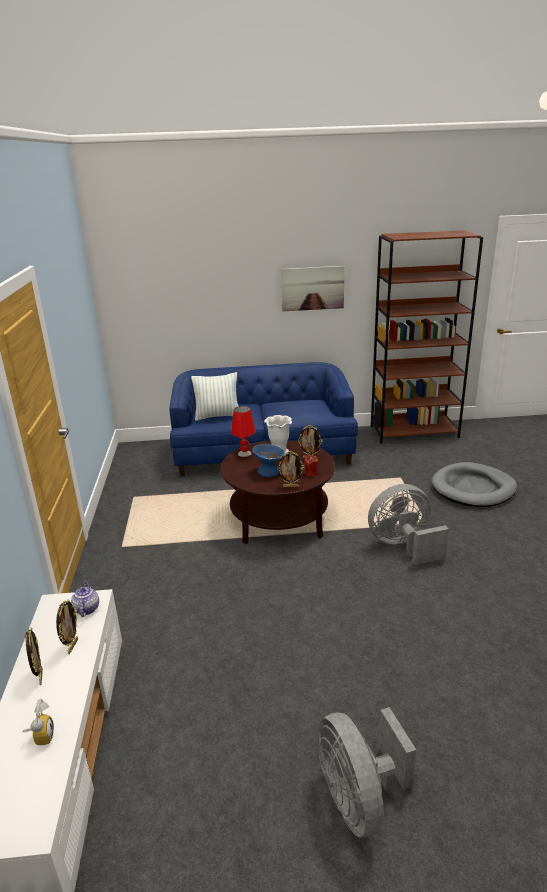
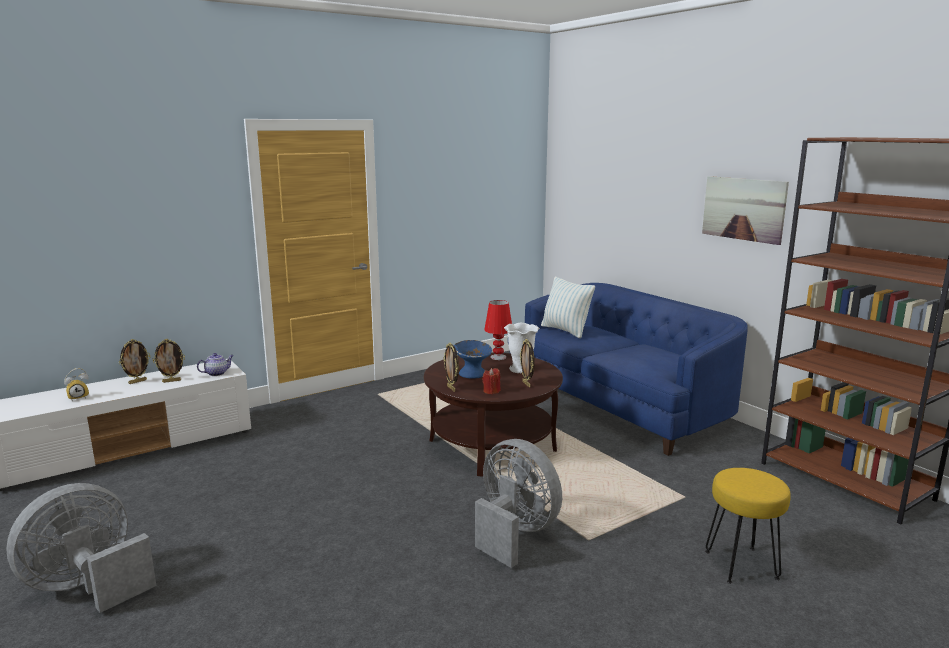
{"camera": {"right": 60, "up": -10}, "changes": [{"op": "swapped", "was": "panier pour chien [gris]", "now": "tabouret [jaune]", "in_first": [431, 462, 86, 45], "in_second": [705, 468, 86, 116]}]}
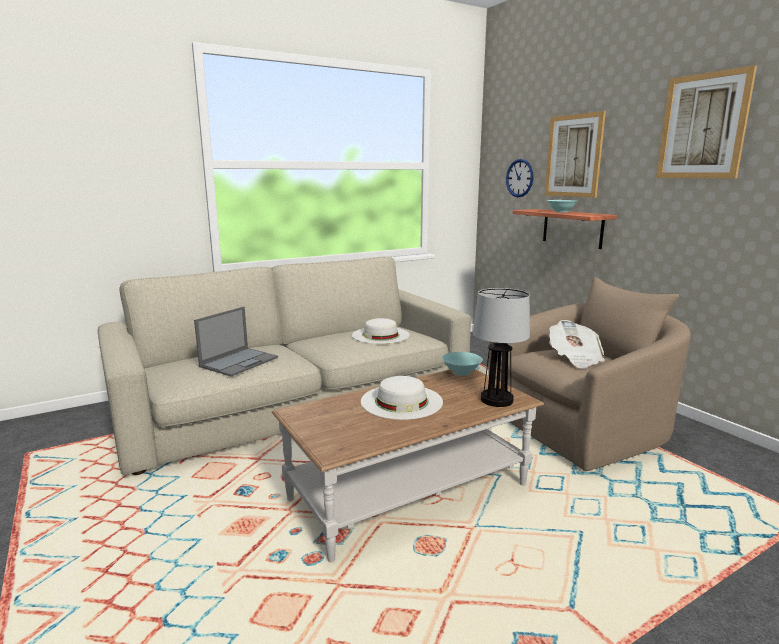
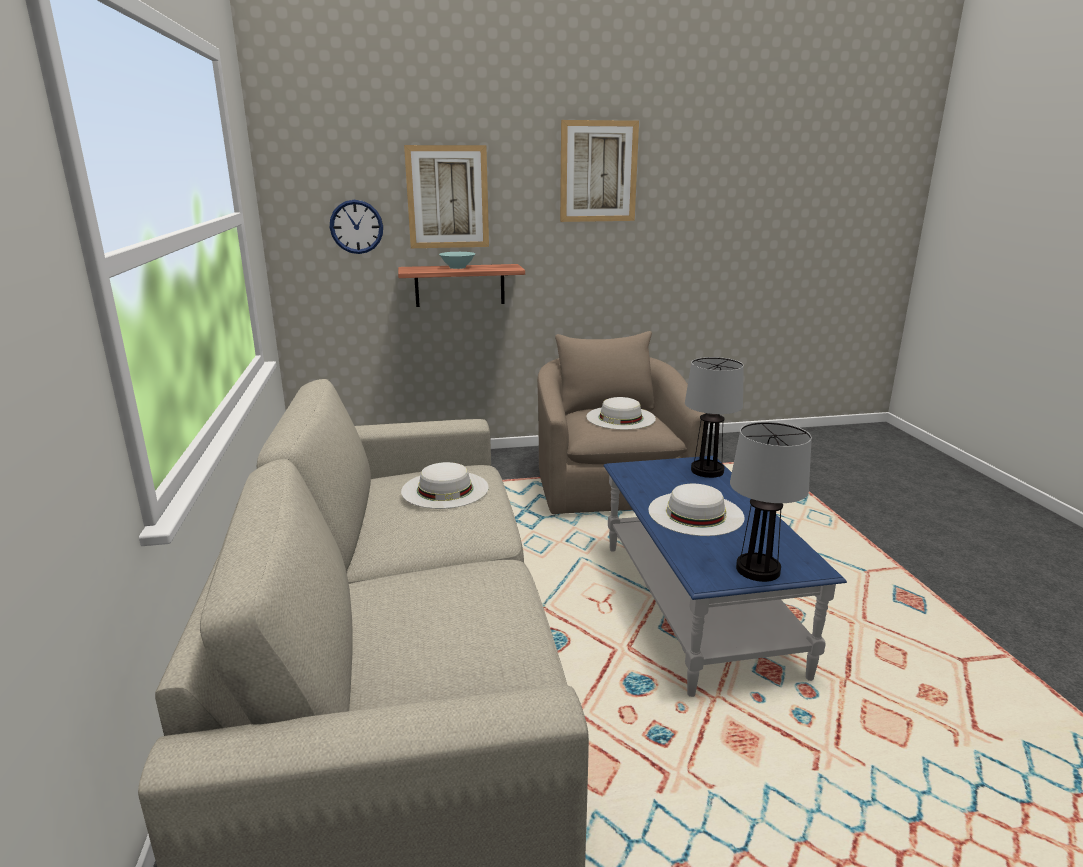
{"camera": {"right": -70, "up": 5}, "changes": [{"op": "gone", "was": "ordinateur portable", "in_first": [194, 307, 84, 70]}, {"op": "gone", "was": "bol [turquoise]", "in_first": [442, 352, 41, 24]}, {"op": "new", "now": "lampe de table", "in_second": [730, 422, 82, 160]}, {"op": "swapped", "was": "journal", "now": "chapeau [blanc]", "in_first": [549, 320, 56, 49], "in_second": [586, 397, 70, 33]}, {"op": "repainted", "was": "table basse [marron]", "now": "table basse [bleu]", "in_first": [272, 369, 272, 193], "in_second": [604, 456, 243, 241]}]}
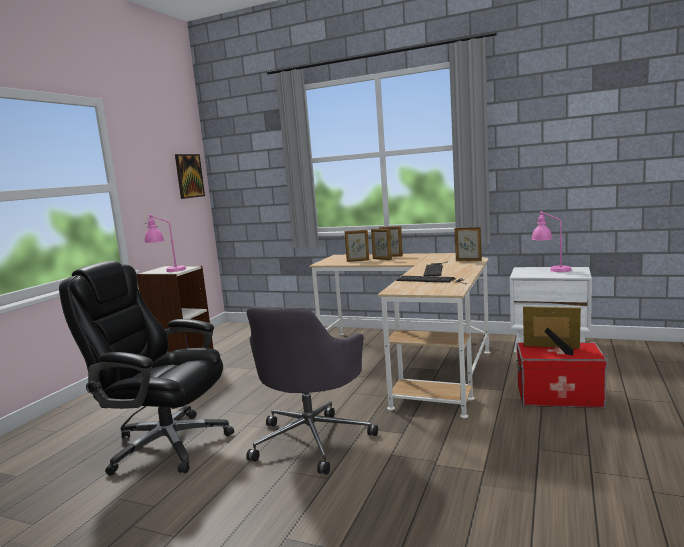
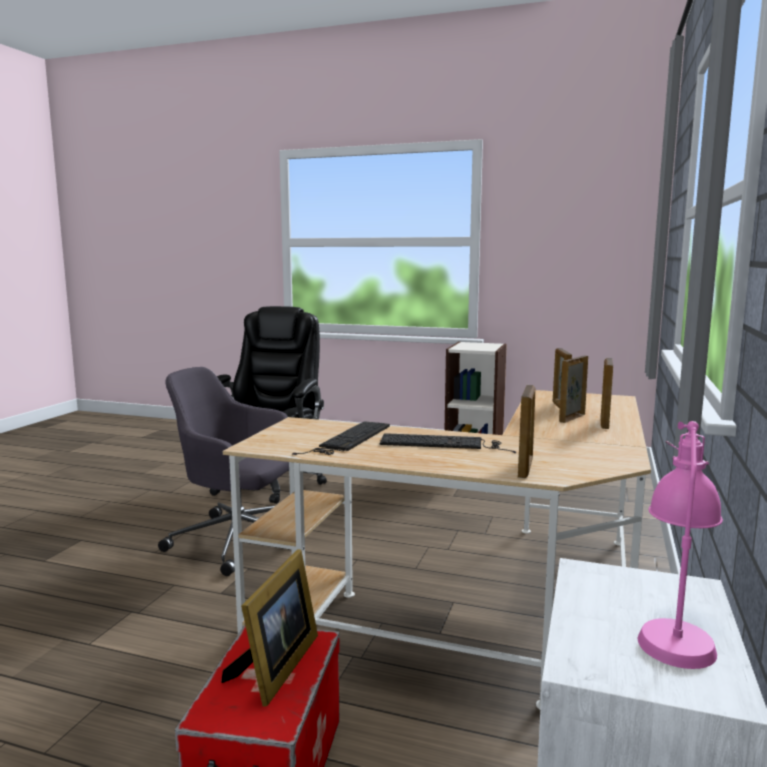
{"camera": {"right": 85, "up": 0}, "changes": [{"op": "gone", "was": "lampe de table [rose]", "in_first": [144, 214, 42, 58]}, {"op": "gone", "was": "tableau", "in_first": [175, 154, 30, 45]}]}
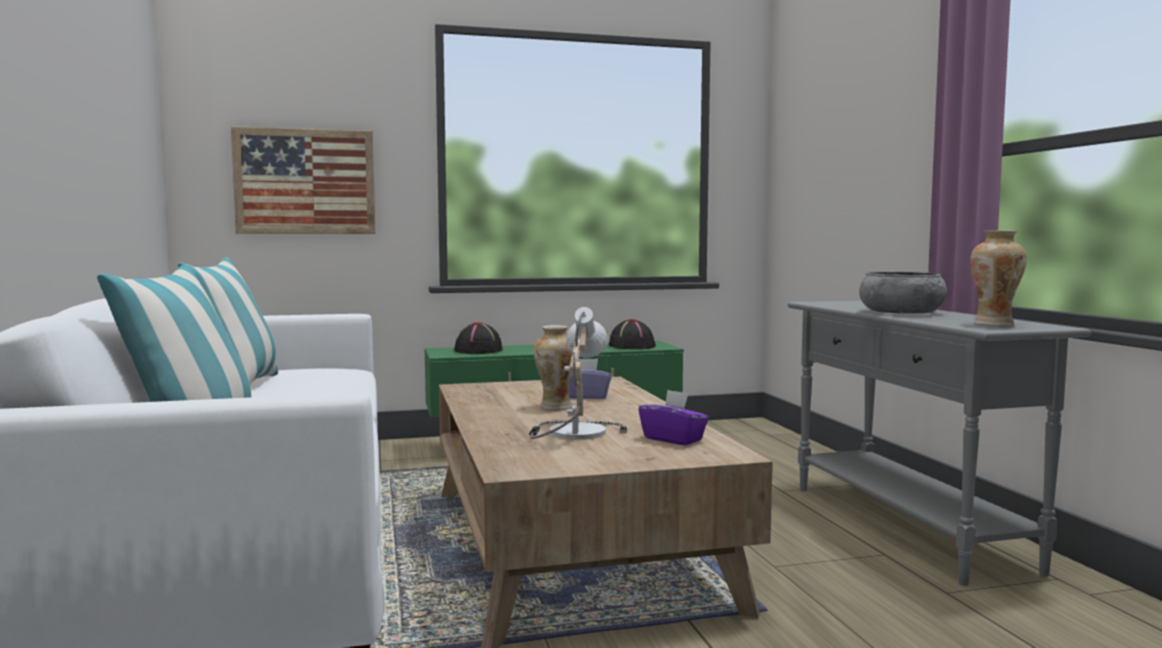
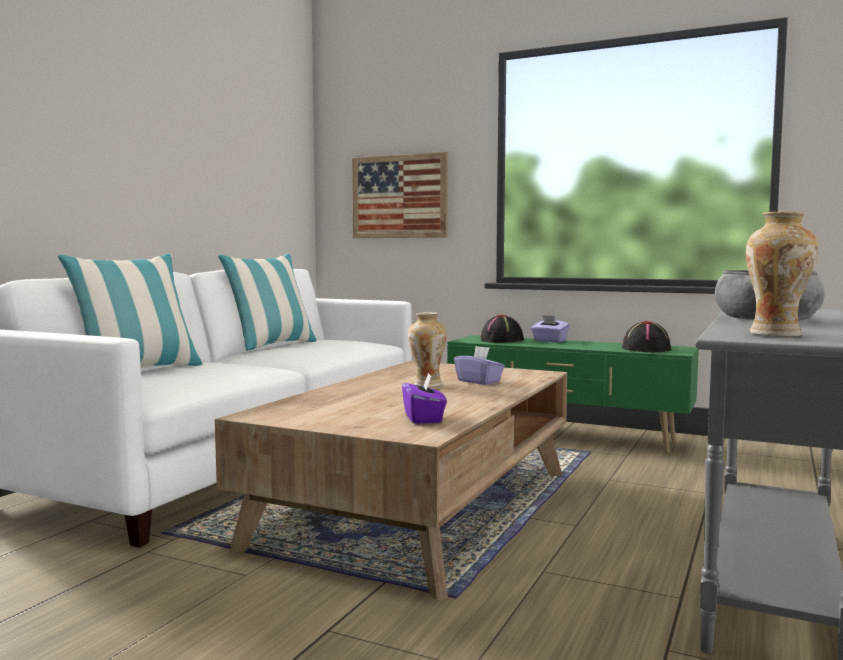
{"camera": {"right": 40, "up": 0}, "changes": [{"op": "gone", "was": "lampe de table", "in_first": [529, 307, 98, 133]}, {"op": "new", "now": "boîte à mouchoirs [violet]", "in_second": [531, 315, 39, 27]}]}
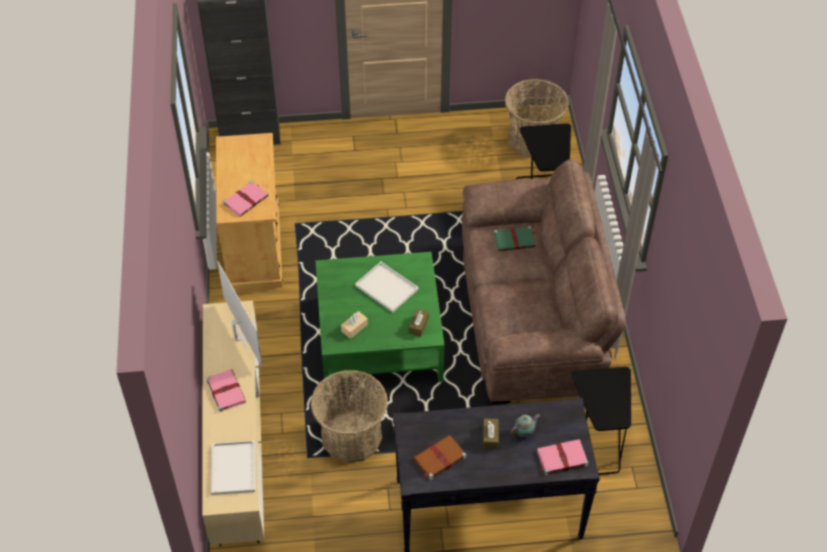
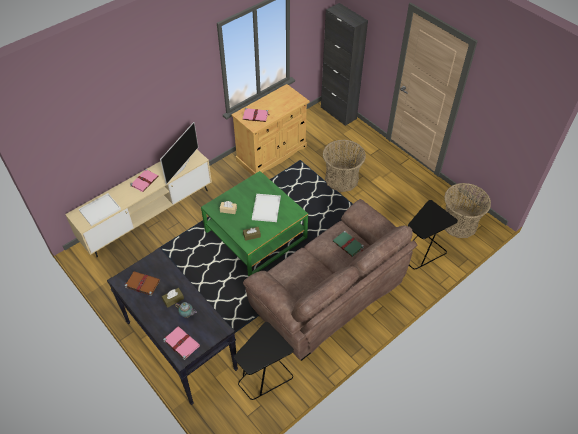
{"camera": {"right": 55, "up": 0}, "changes": [{"op": "shifted", "was": "panier", "in_first": [311, 370, 77, 93], "in_second": [323, 140, 43, 52]}]}
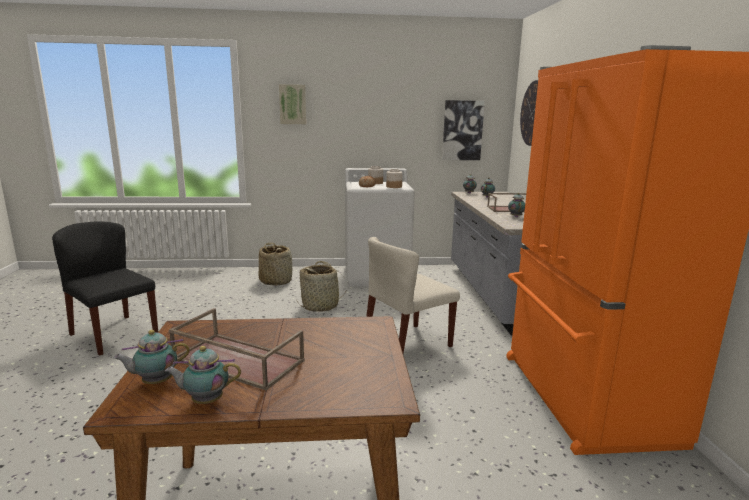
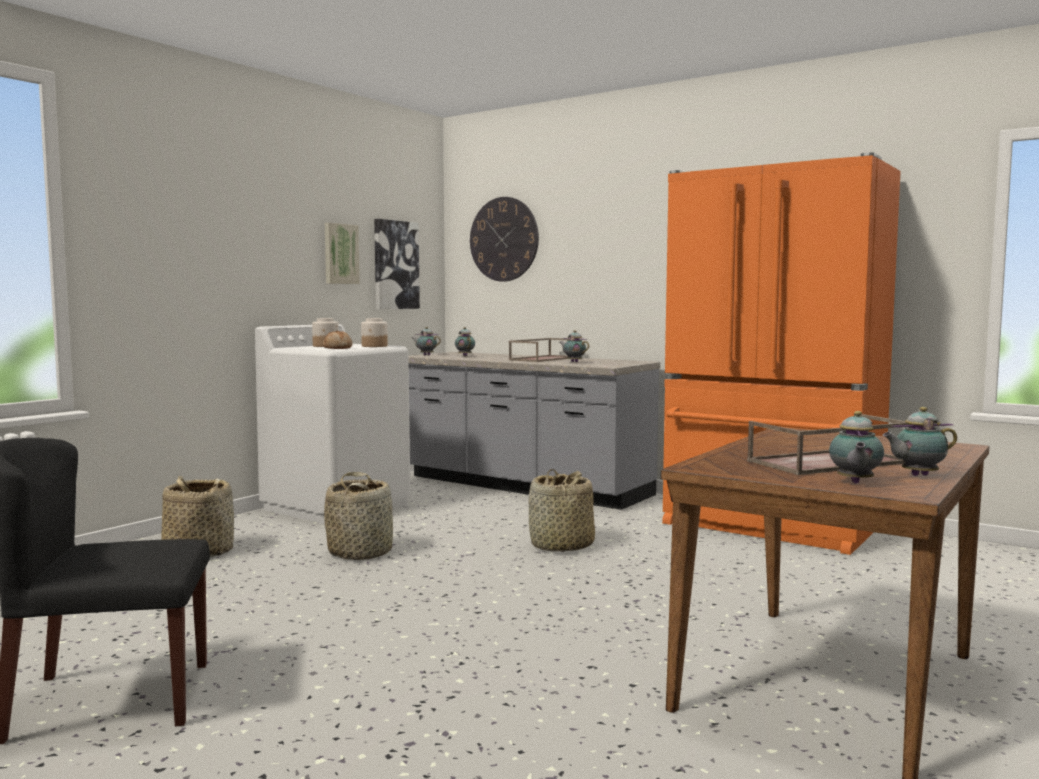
{"camera": {"right": -50, "up": -10}, "changes": [{"op": "shifted", "was": "tableau", "in_first": [279, 84, 27, 40], "in_second": [325, 223, 35, 61]}, {"op": "swapped", "was": "chaise [beige]", "now": "panier", "in_first": [366, 237, 94, 116], "in_second": [529, 469, 66, 83]}, {"op": "rotated", "was": "théière", "in_first": [165, 346, 76, 58], "in_second": [883, 407, 74, 69], "clockwise": 45}]}
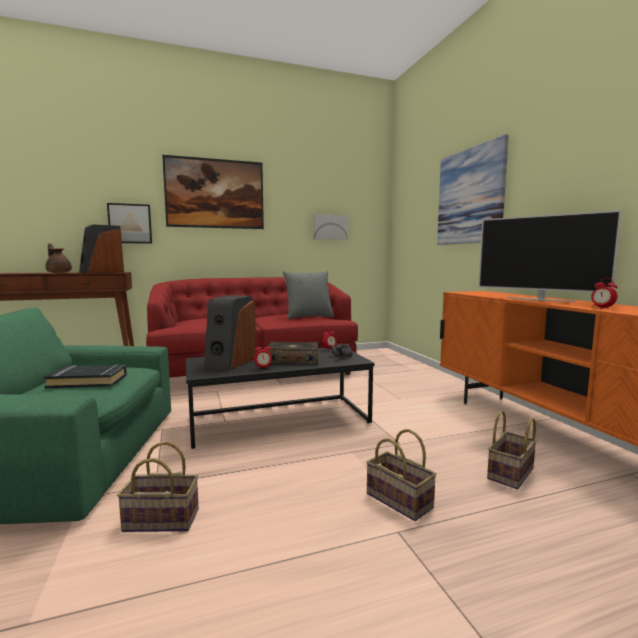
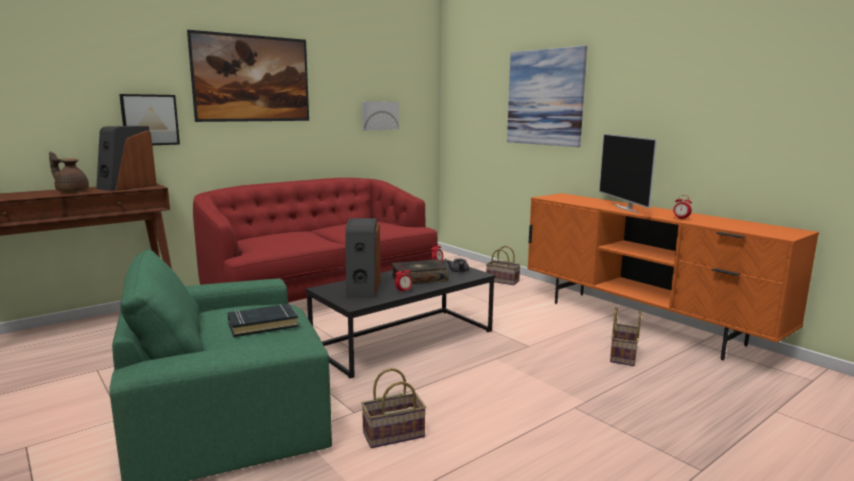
{"camera": {"right": -20, "up": 5}, "changes": [{"op": "gone", "was": "coussin [gris]", "in_first": [283, 271, 51, 48]}, {"op": "shifted", "was": "panier", "in_first": [366, 429, 71, 92], "in_second": [486, 246, 35, 39]}, {"op": "rotated", "was": "téléviseur", "in_first": [478, 210, 144, 92], "in_second": [599, 134, 58, 79], "clockwise": 60}]}
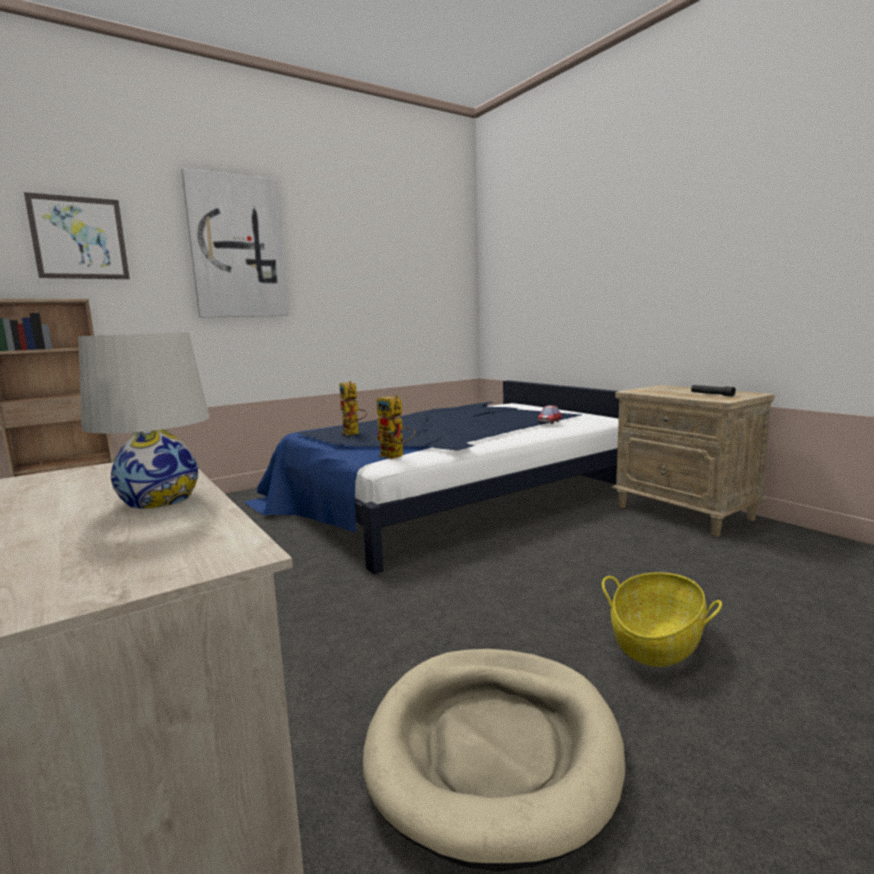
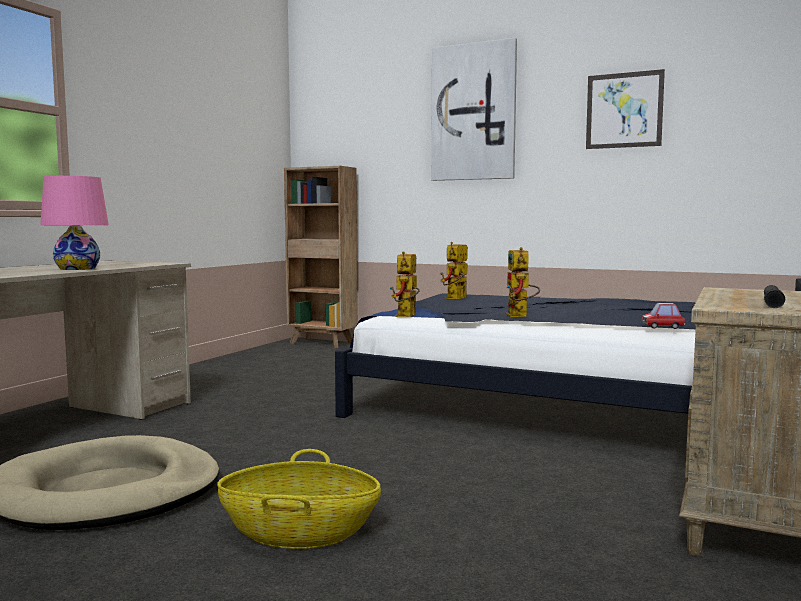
{"camera": {"right": 60, "up": -5}, "changes": [{"op": "new", "now": "robot jouet", "in_second": [506, 247, 34, 70]}, {"op": "shifted", "was": "tableau", "in_first": [24, 192, 106, 87], "in_second": [586, 69, 79, 80]}, {"op": "repainted", "was": "lampe de table [blanc]", "now": "lampe de table [rose]", "in_first": [78, 332, 131, 177], "in_second": [40, 176, 69, 94]}]}
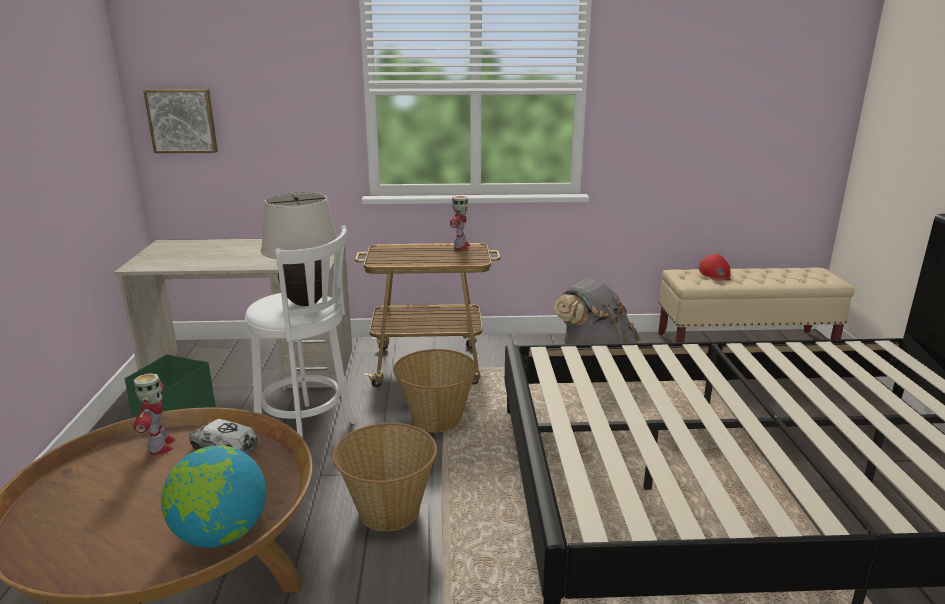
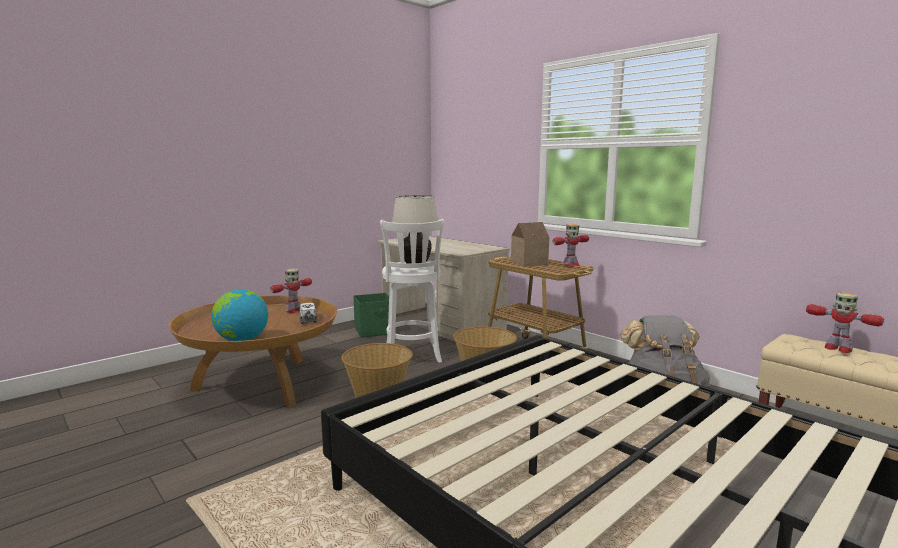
{"camera": {"right": 50, "up": -10}, "changes": [{"op": "gone", "was": "tableau", "in_first": [143, 89, 75, 64]}, {"op": "new", "now": "maison miniature", "in_second": [511, 222, 38, 45]}, {"op": "swapped", "was": "casquette [rouge]", "now": "robot jouet", "in_first": [699, 254, 32, 27], "in_second": [806, 292, 78, 61]}]}
